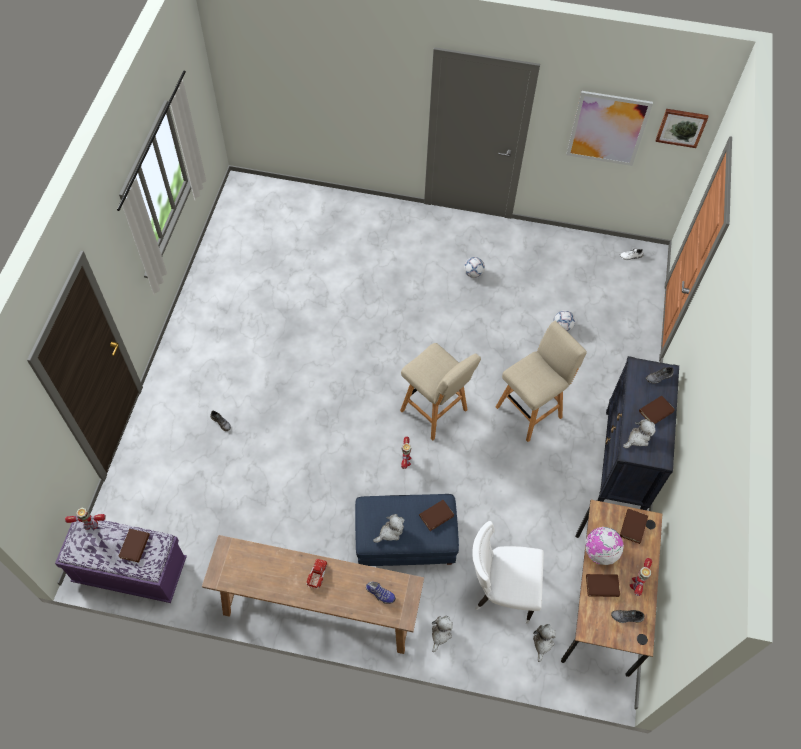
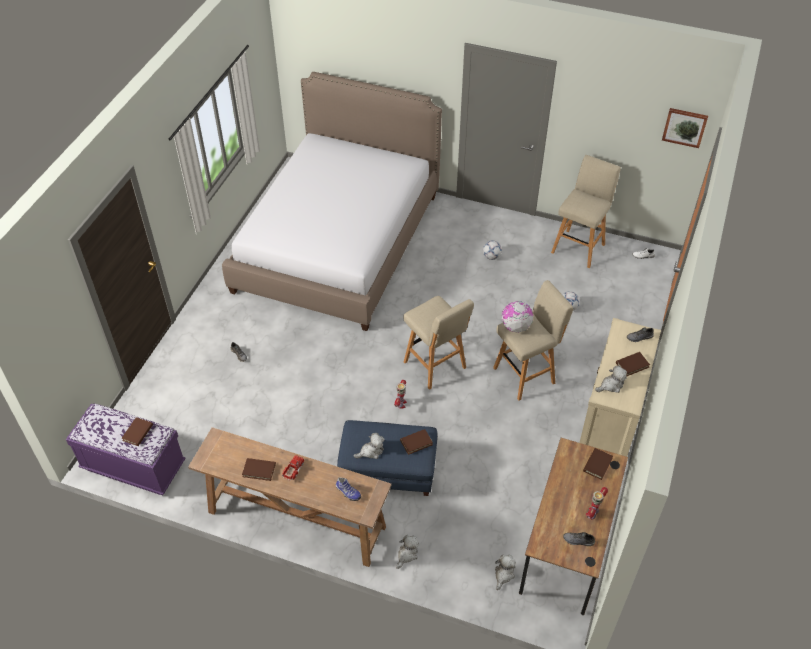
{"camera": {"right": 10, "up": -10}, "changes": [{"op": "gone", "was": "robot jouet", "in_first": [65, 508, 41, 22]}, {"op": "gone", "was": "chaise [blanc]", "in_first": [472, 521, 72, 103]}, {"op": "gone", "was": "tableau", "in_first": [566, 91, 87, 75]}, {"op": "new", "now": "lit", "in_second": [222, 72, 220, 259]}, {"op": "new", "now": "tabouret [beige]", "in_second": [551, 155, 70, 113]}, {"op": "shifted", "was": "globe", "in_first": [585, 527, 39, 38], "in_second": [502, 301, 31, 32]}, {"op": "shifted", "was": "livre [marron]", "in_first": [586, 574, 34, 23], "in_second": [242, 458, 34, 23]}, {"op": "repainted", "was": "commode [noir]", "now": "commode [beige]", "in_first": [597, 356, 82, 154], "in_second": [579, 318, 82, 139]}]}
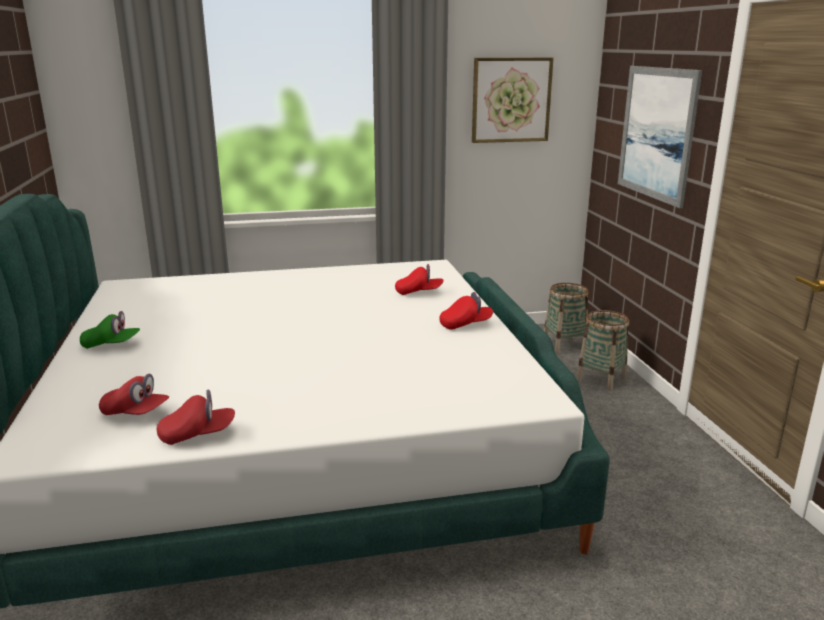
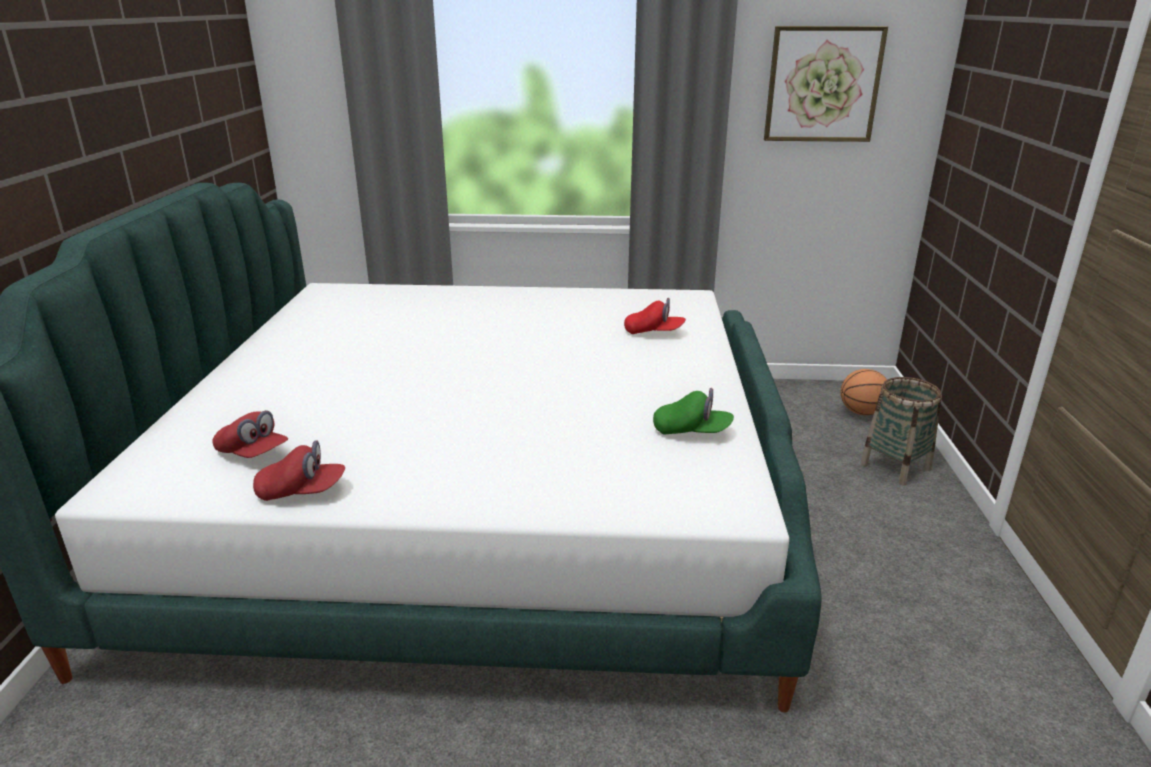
{"camera": {"right": 15, "up": 5}, "changes": [{"op": "gone", "was": "casquette [rouge]", "in_first": [439, 292, 54, 38]}, {"op": "gone", "was": "tableau", "in_first": [618, 66, 84, 142]}, {"op": "shifted", "was": "casquette [vert]", "in_first": [80, 311, 60, 38], "in_second": [653, 388, 81, 47]}, {"op": "swapped", "was": "panier", "now": "ballon de basket", "in_first": [544, 283, 44, 70], "in_second": [841, 369, 46, 46]}]}
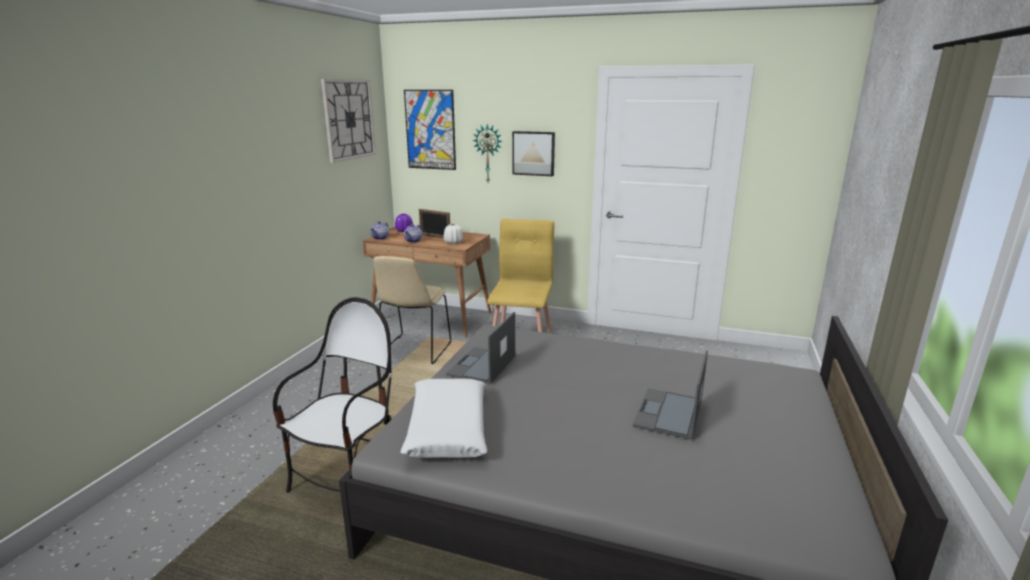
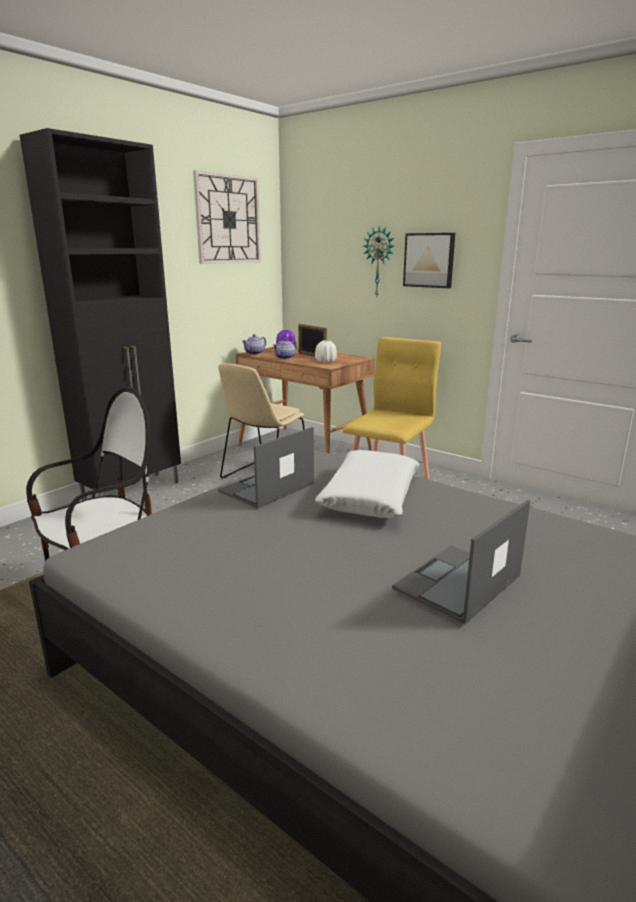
{"camera": {"right": 20, "up": 0}, "changes": [{"op": "gone", "was": "tableau", "in_first": [404, 90, 52, 80]}, {"op": "new", "now": "meuble de rangement [noir]", "in_second": [20, 128, 161, 372]}, {"op": "shifted", "was": "coussin [blanc]", "in_first": [400, 379, 88, 79], "in_second": [315, 450, 105, 68]}]}
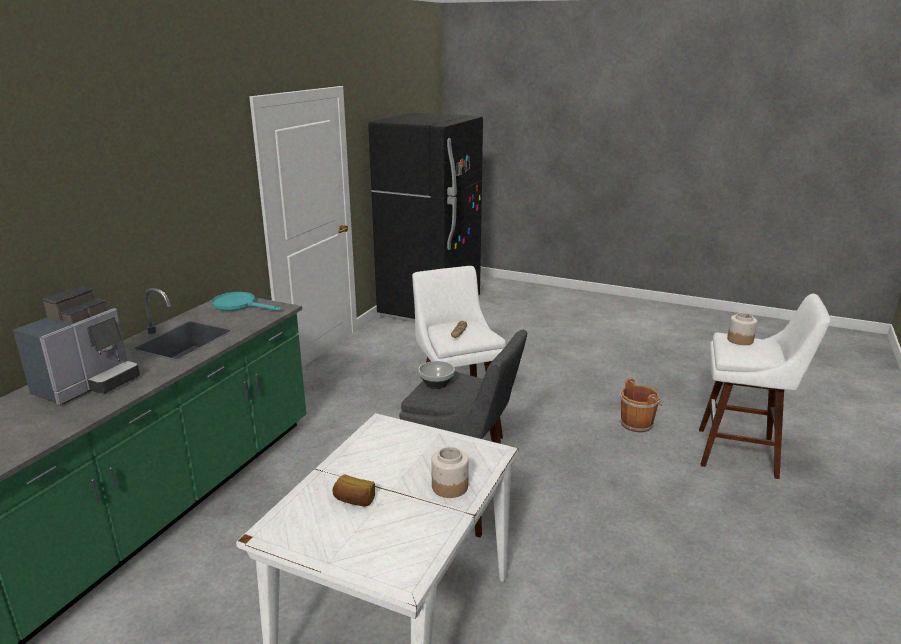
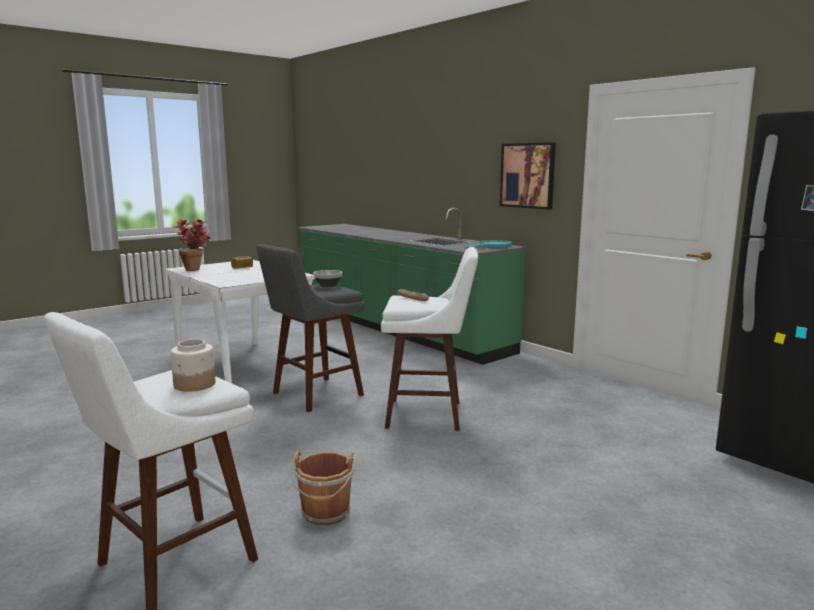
{"camera": {"right": 115, "up": -10}, "changes": [{"op": "gone", "was": "machine à café", "in_first": [13, 286, 127, 119]}, {"op": "gone", "was": "bocal", "in_first": [431, 447, 38, 51]}, {"op": "new", "now": "plante en pot", "in_second": [174, 219, 37, 52]}, {"op": "new", "now": "tableau", "in_second": [500, 142, 56, 68]}]}
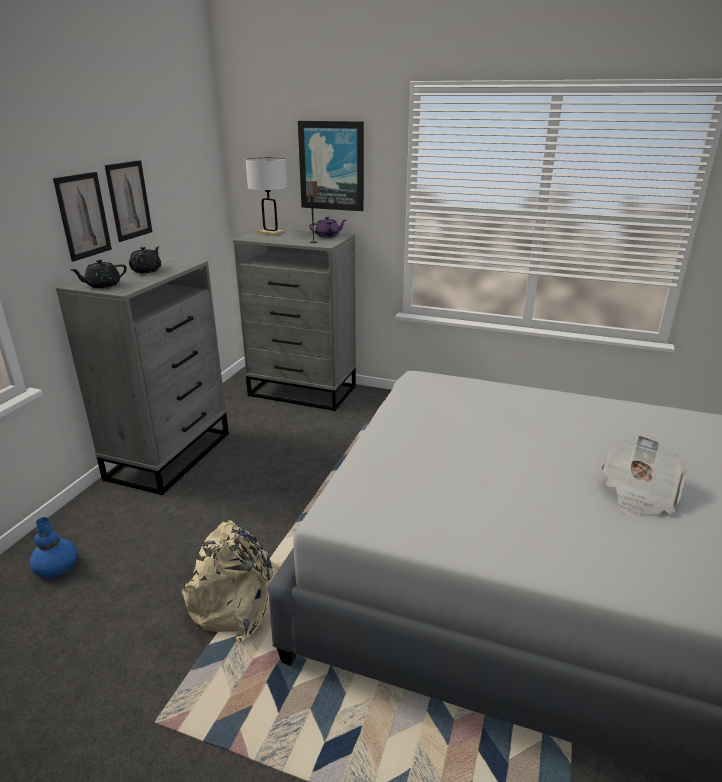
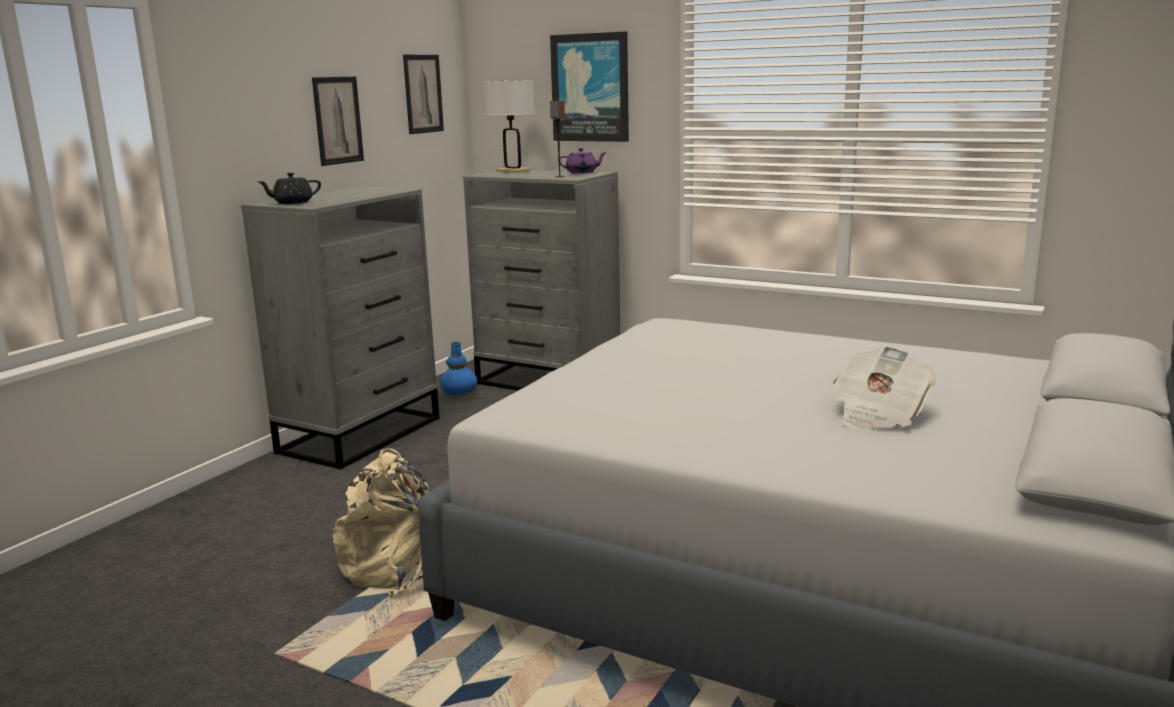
{"camera": {"right": 10, "up": -10}, "changes": [{"op": "gone", "was": "théière [noir]", "in_first": [129, 247, 32, 26]}, {"op": "shifted", "was": "vase [bleu]", "in_first": [29, 517, 49, 62], "in_second": [440, 342, 38, 54]}, {"op": "shifted", "was": "tableau", "in_first": [53, 172, 59, 90], "in_second": [403, 55, 41, 79]}]}
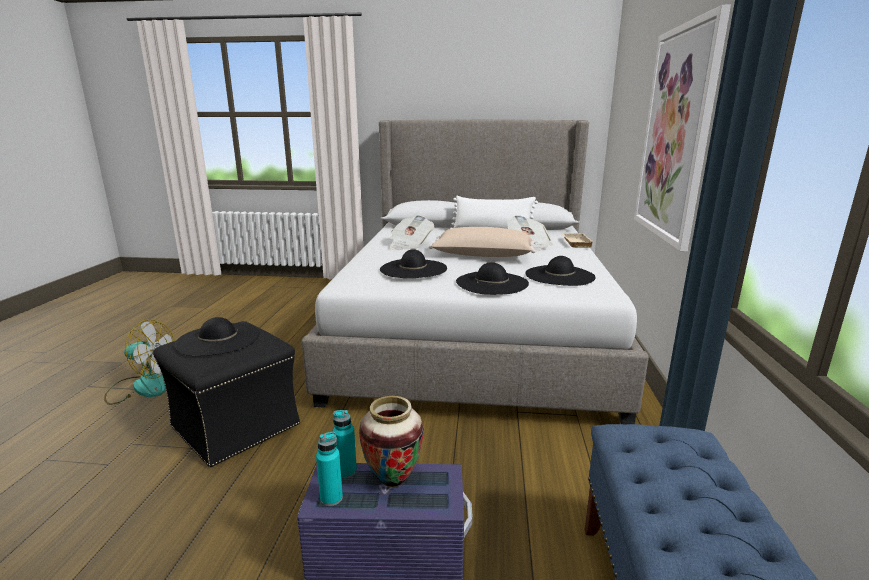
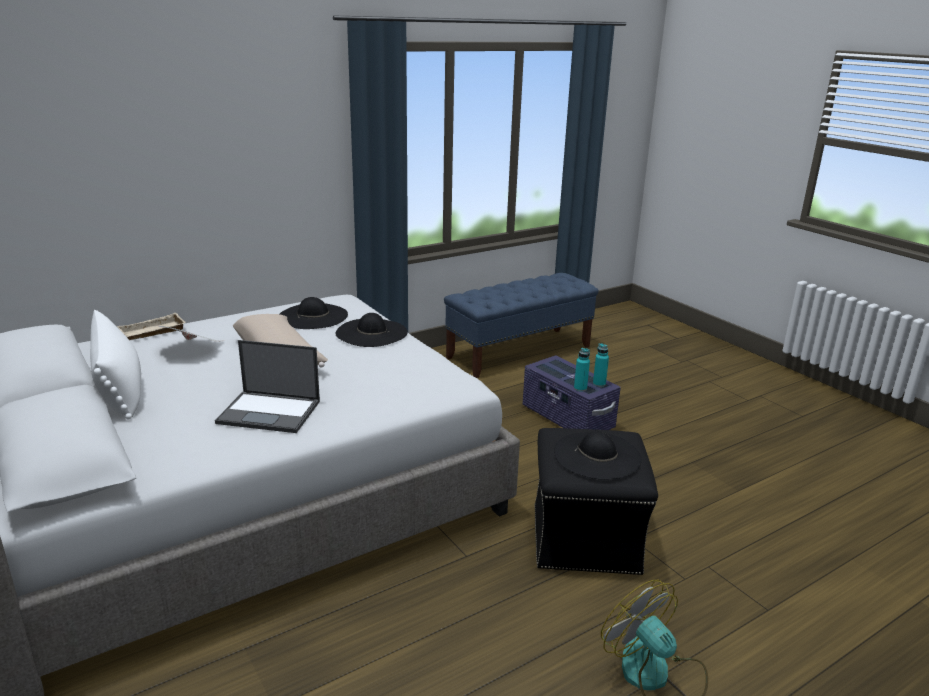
{"camera": {"right": -130, "up": 5}, "changes": [{"op": "gone", "was": "vase", "in_first": [359, 396, 65, 92]}, {"op": "gone", "was": "chapeau [noir]", "in_first": [380, 249, 67, 29]}, {"op": "gone", "was": "tableau", "in_first": [634, 4, 97, 247]}, {"op": "swapped", "was": "journal", "now": "ordinateur portable", "in_first": [390, 215, 44, 35], "in_second": [215, 340, 105, 93]}]}
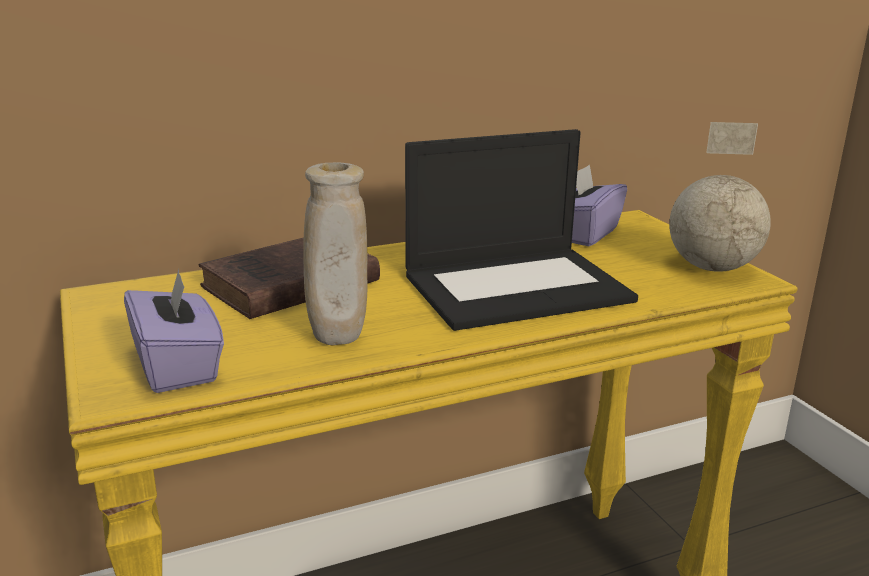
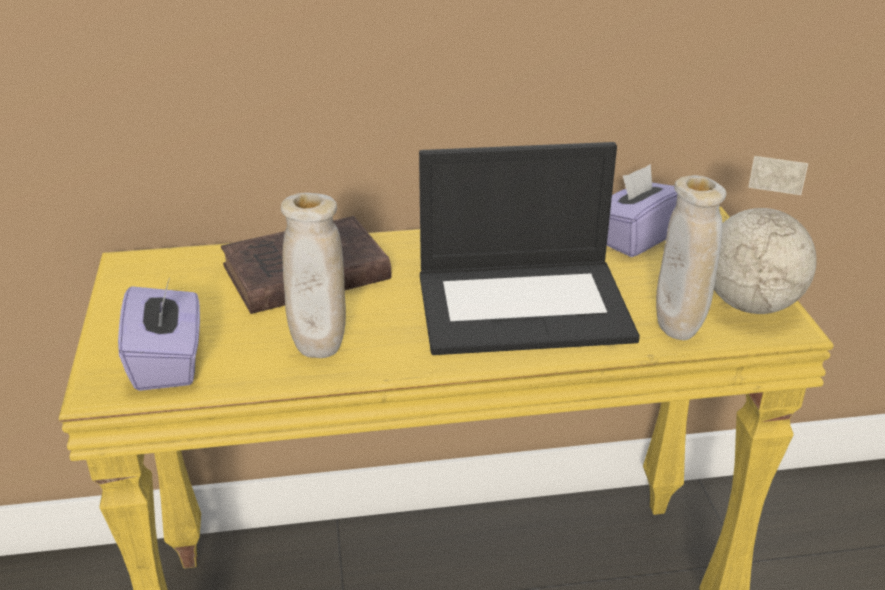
{"camera": {"right": 15, "up": 10}, "changes": [{"op": "new", "now": "vase [beige]", "in_second": [656, 175, 71, 165]}]}
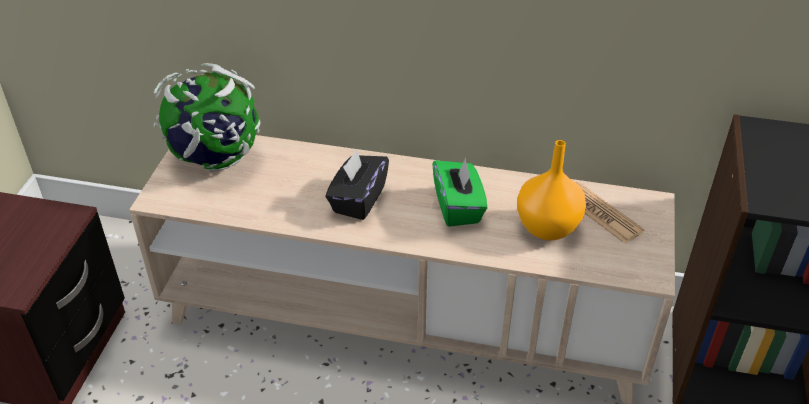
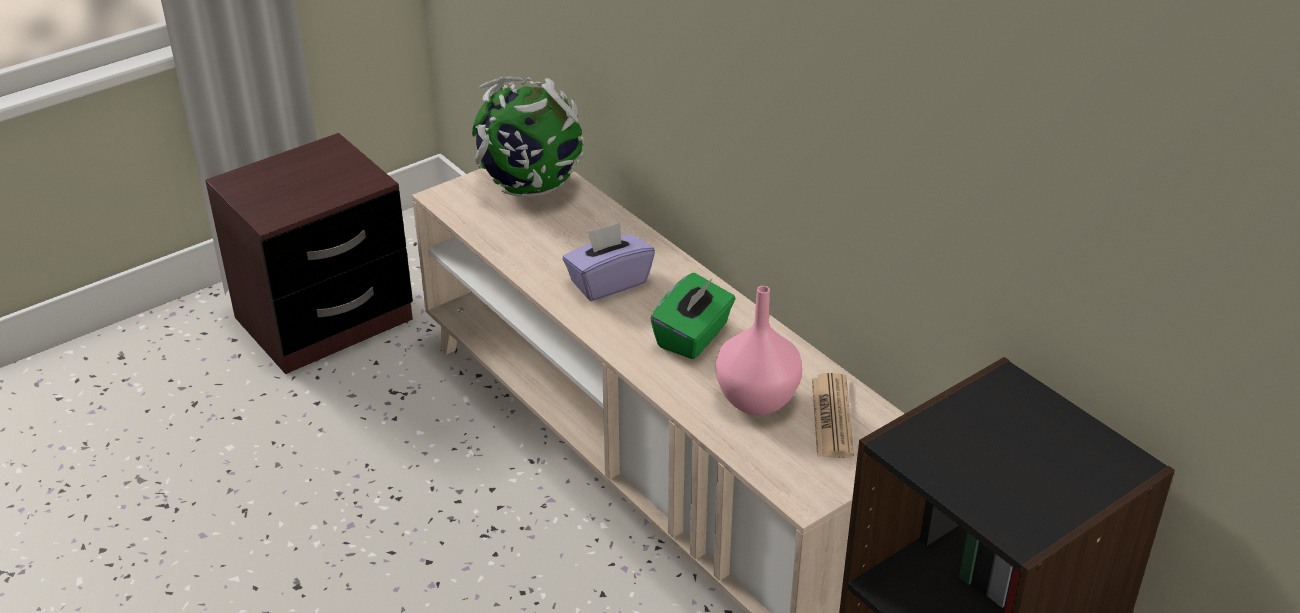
{"camera": {"right": 40, "up": -5}, "changes": [{"op": "repainted", "was": "boîte à mouchoirs [noir]", "now": "boîte à mouchoirs [violet]", "in_first": [325, 150, 64, 70], "in_second": [563, 223, 92, 78]}, {"op": "repainted", "was": "vase [orange]", "now": "vase [rose]", "in_first": [517, 140, 69, 100], "in_second": [716, 286, 87, 129]}]}
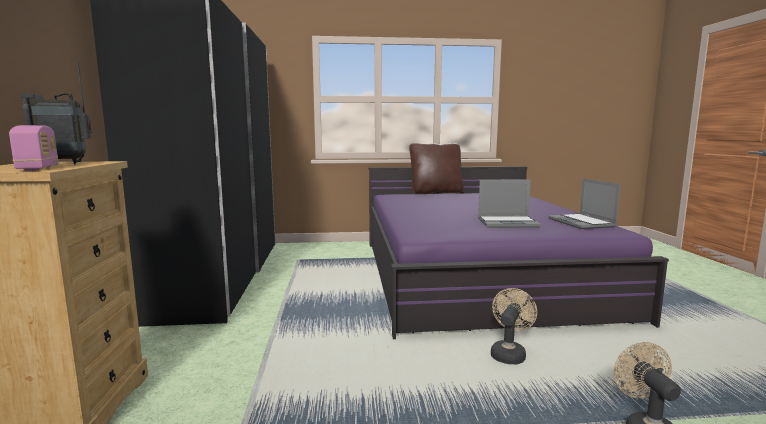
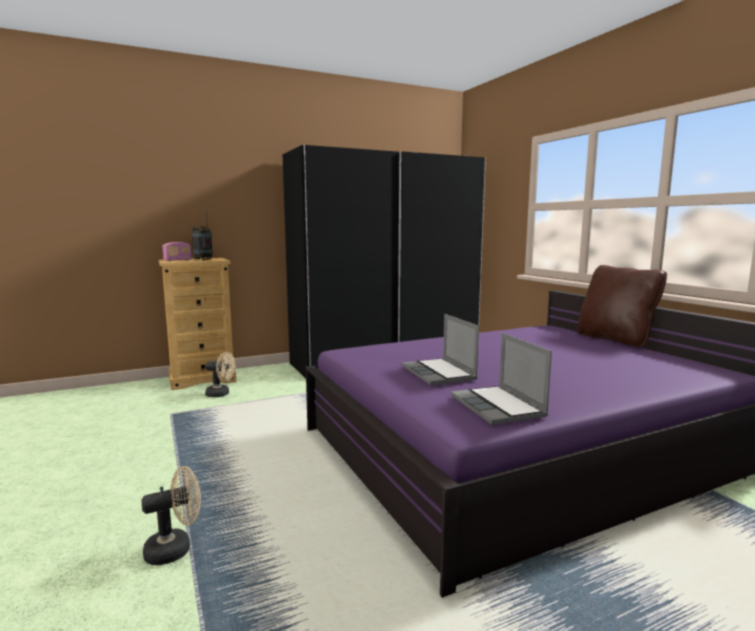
{"camera": {"right": 70, "up": 0}, "changes": [{"op": "shifted", "was": "ventilateur [beige]", "in_first": [491, 288, 46, 76], "in_second": [205, 352, 30, 45]}, {"op": "rotated", "was": "ordinateur portable", "in_first": [549, 178, 71, 51], "in_second": [451, 333, 101, 92], "clockwise": -75}]}
